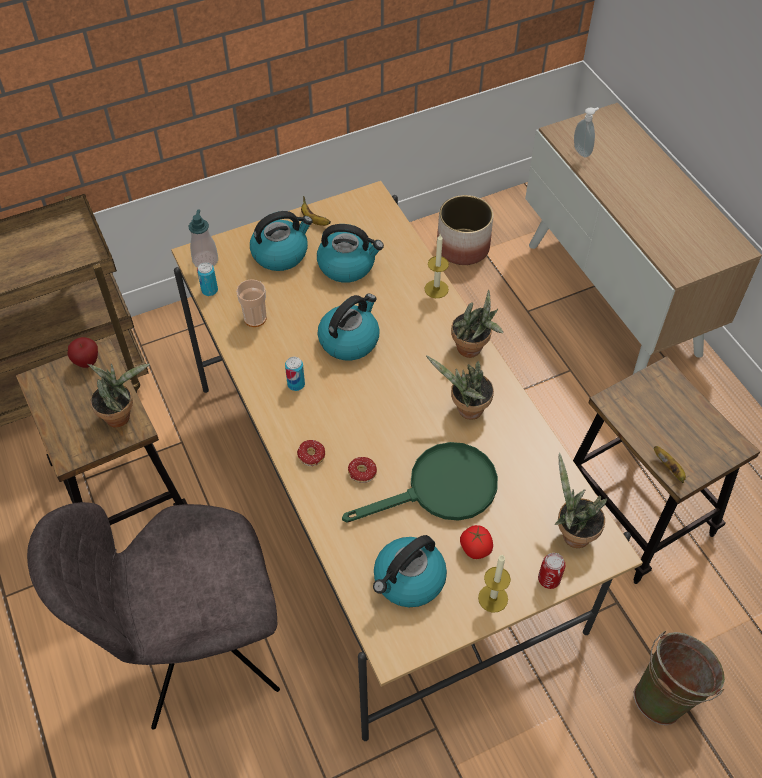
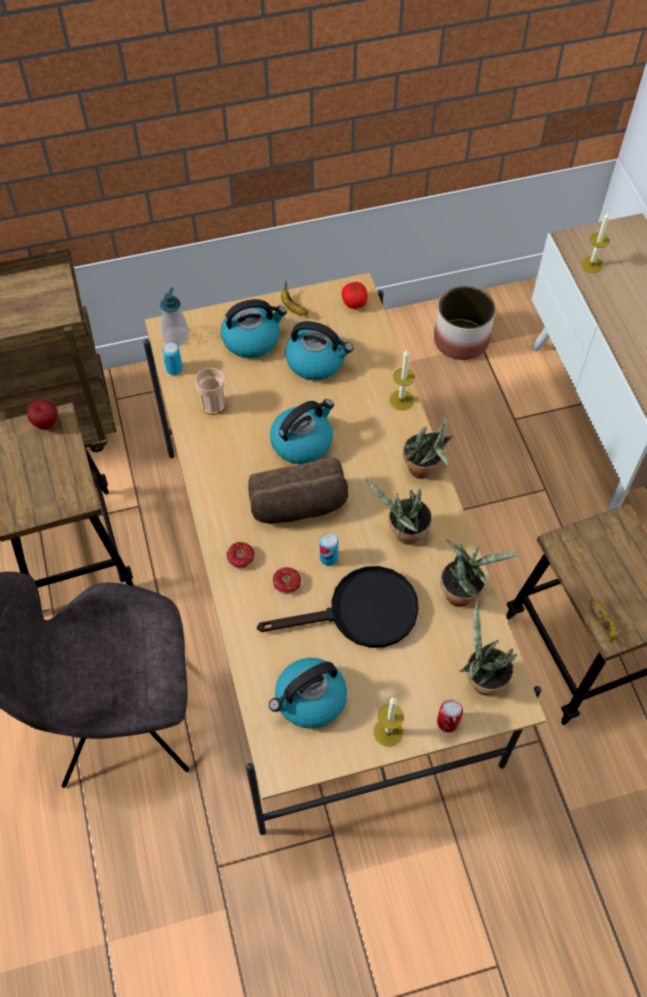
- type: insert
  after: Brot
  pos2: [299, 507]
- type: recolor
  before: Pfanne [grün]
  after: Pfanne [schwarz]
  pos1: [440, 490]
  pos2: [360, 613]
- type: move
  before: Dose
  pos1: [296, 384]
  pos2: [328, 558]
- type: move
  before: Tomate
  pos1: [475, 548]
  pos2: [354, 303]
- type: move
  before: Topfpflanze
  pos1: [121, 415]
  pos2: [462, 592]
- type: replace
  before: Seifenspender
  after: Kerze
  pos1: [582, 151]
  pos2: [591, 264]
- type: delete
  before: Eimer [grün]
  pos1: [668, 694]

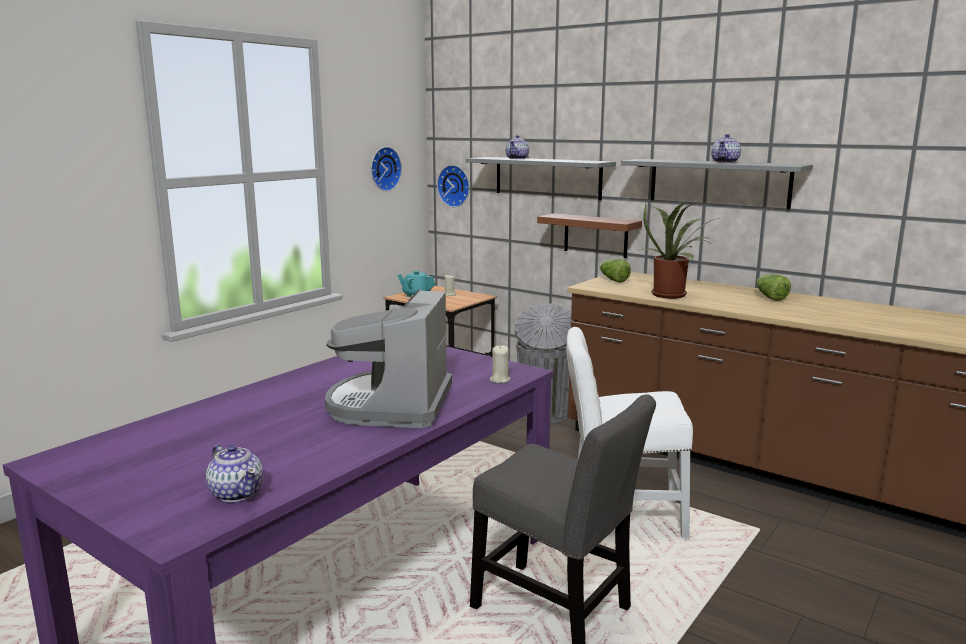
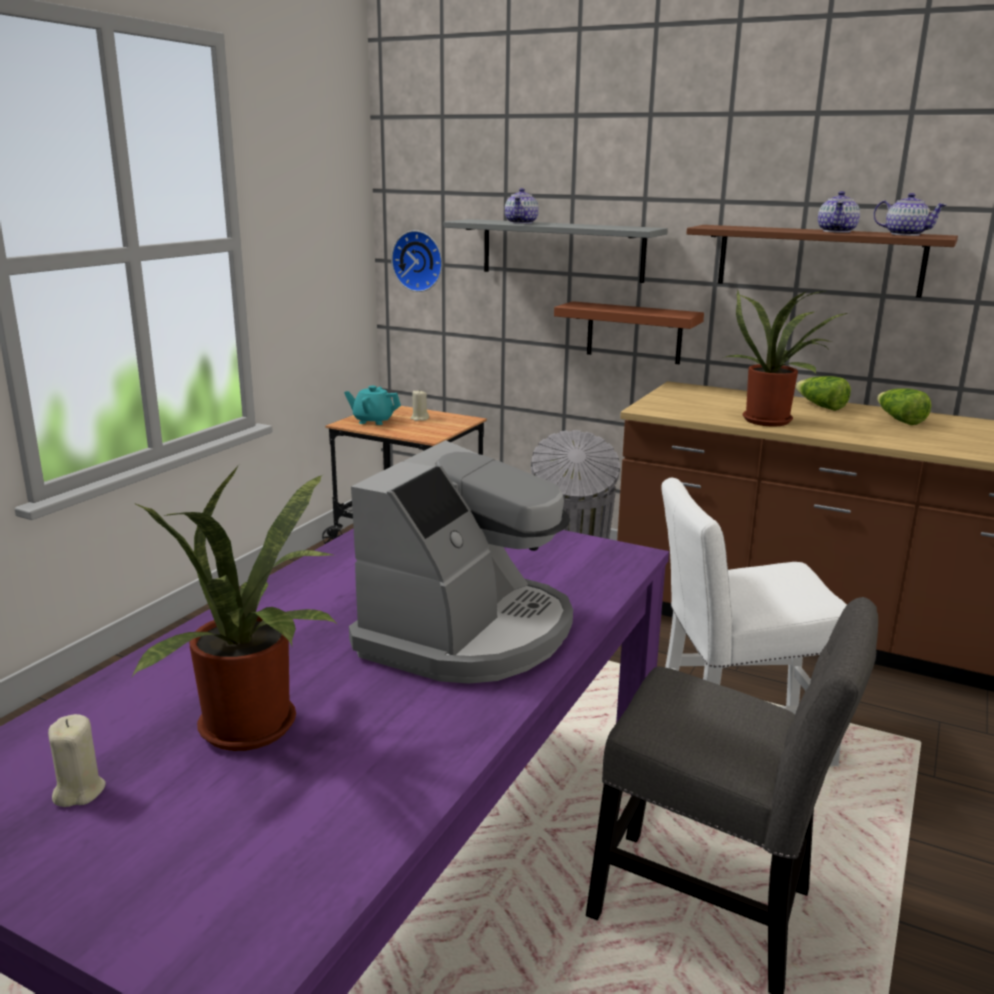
- type: move
  before: Kerze [beige]
  pos1: [499, 380]
  pos2: [79, 791]
- type: insert
  after: Topfpflanze
  pos2: [256, 730]
- type: rotate
  before: Kaffeemaschine
  pos1: [391, 405]
  pos2: [468, 633]
  turn: -150
- type: recolor
  before: Wandregal [grau]
  after: Wandregal [braun]
  pos1: [718, 183]
  pos2: [819, 260]
- type: move
  before: Salatkopf
  pos1: [613, 280]
  pos2: [820, 406]
- type: move
  before: Teekanne
  pos1: [237, 493]
  pos2: [905, 234]
- type: delete
  before: Wanduhr
  pos1: [383, 168]

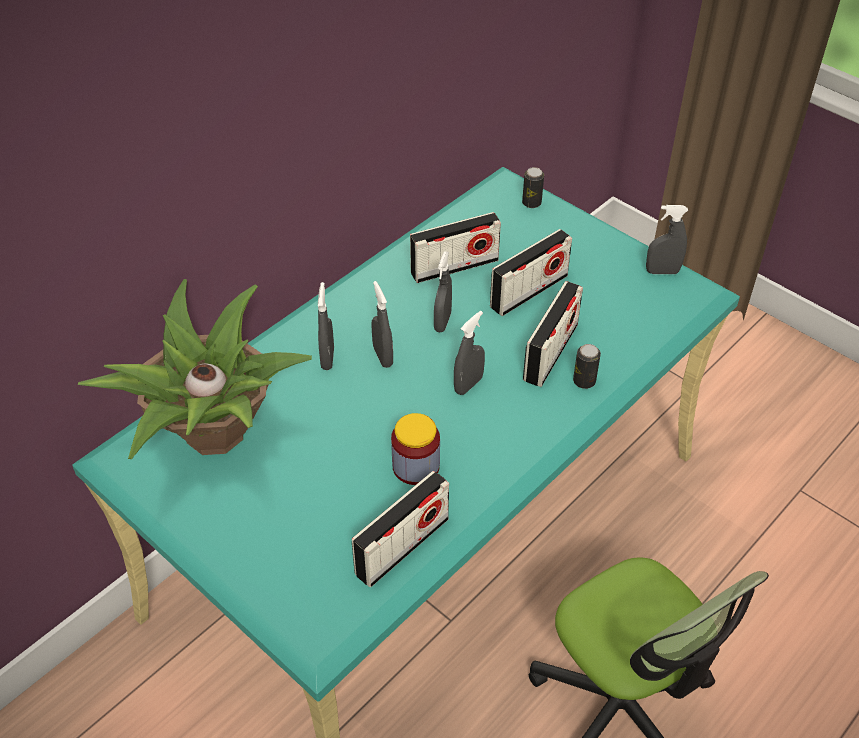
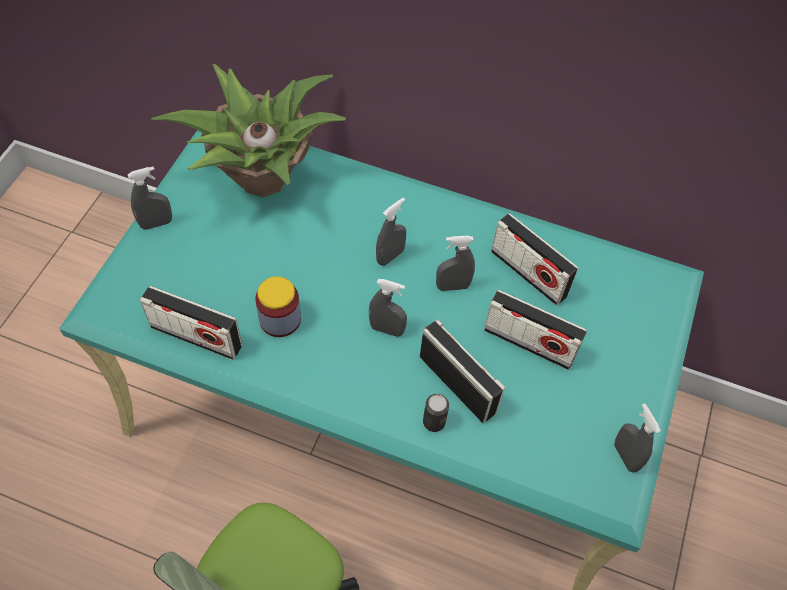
- type: move
  before: Sprühflasche [grau]
  pos1: [327, 358]
  pos2: [156, 223]
- type: rotate
  before: Radio
  pos1: [550, 352]
  pos2: [457, 383]
  turn: -135
- type: delete
  before: Dose
  pos1: [531, 203]

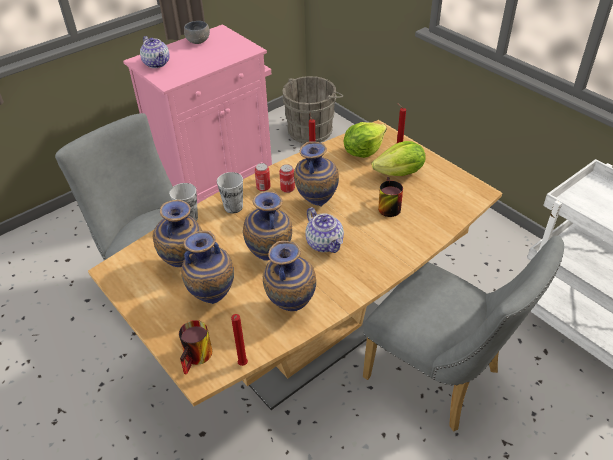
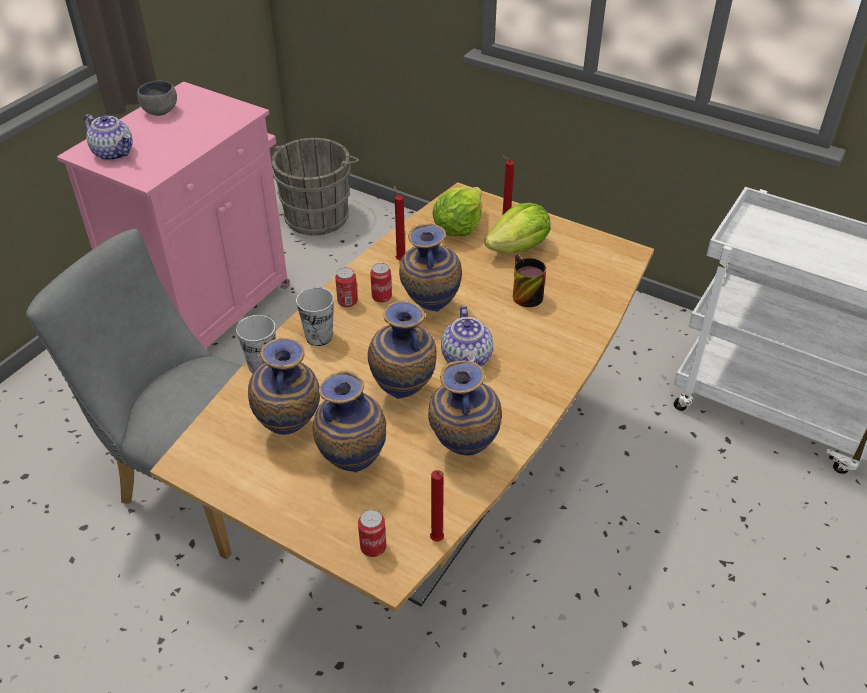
- type: replace
  before: Henkelbecher
  after: Dose
  pos1: [198, 358]
  pos2: [373, 547]
- type: rotate
  before: Teekanne
  pos1: [325, 243]
  pos2: [467, 359]
  turn: 45
- type: delete
  before: Stuhl [grau]
  pos1: [440, 378]

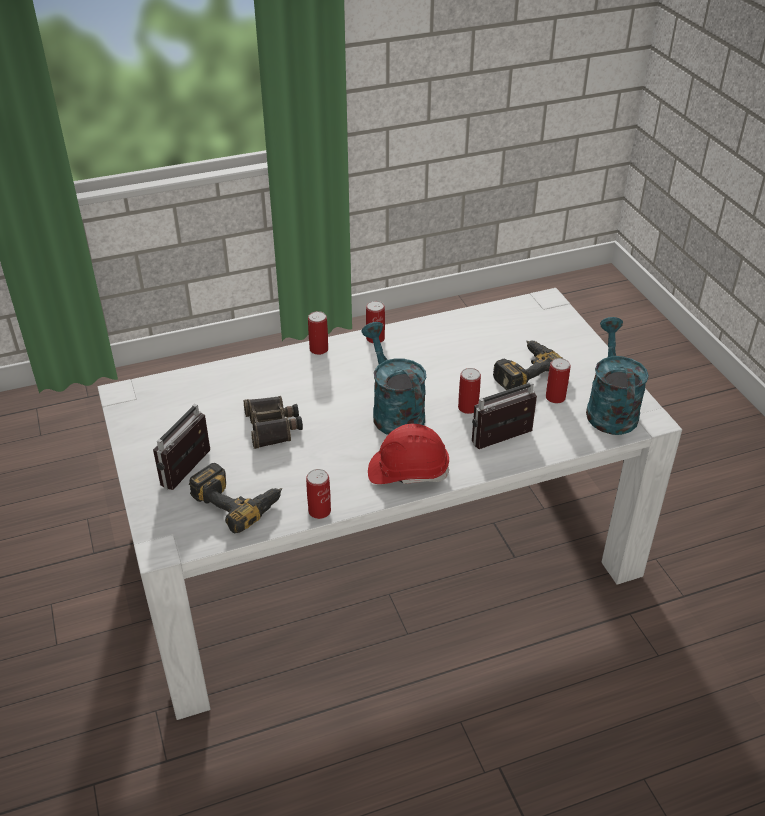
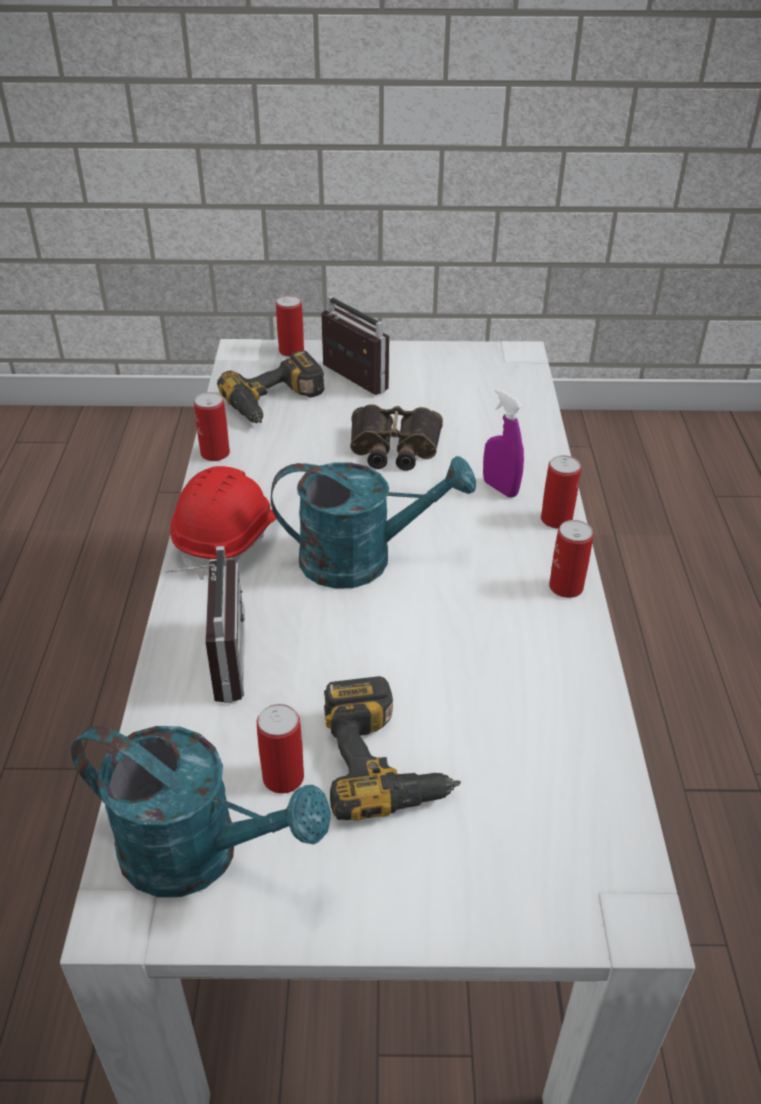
- type: move
  before: Dose
  pos1: [468, 407]
  pos2: [291, 351]
- type: insert
  after: Sprühflasche [lila]
  pos2: [500, 488]

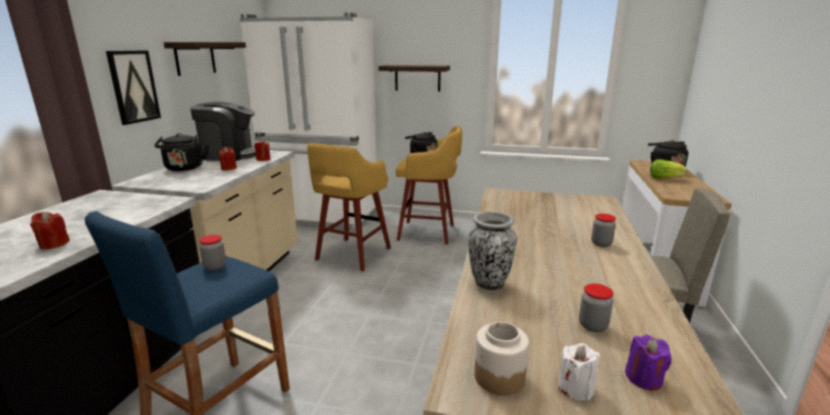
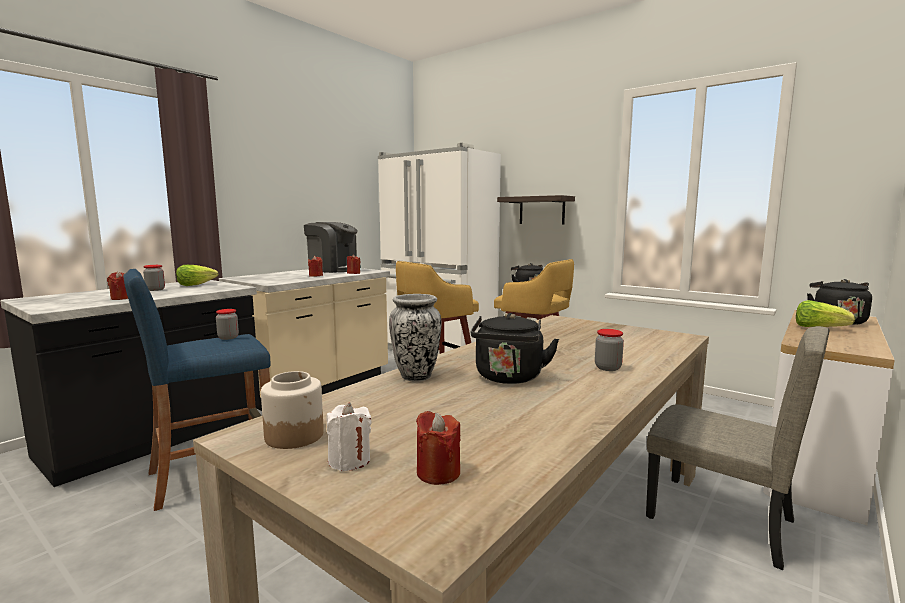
- type: move
  before: Vorratsglas
  pos1: [593, 326]
  pos2: [155, 290]
- type: insert
  after: Salatkopf
  pos2: [196, 285]
- type: recolor
  before: Kerze [lila]
  after: Kerze [rot]
  pos1: [644, 378]
  pos2: [438, 473]
- type: move
  before: Wasserkessel [schwarz]
  pos1: [184, 169]
  pos2: [509, 378]
- type: delete
  before: Bild
  pos1: [133, 86]
- type: delete
  before: Wandregal
  pos1: [195, 58]

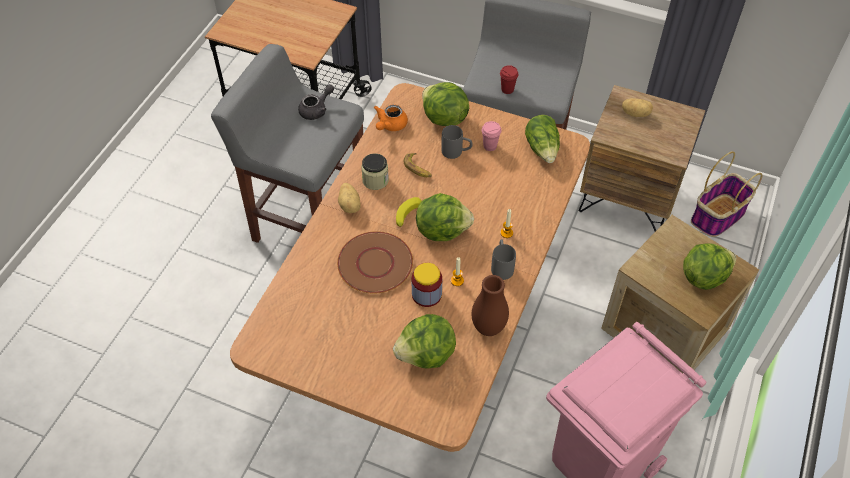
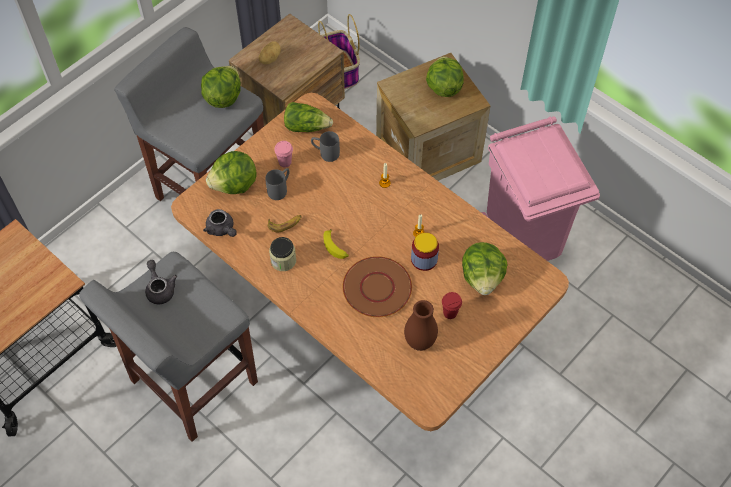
- type: move
  before: Salatkopf
  pos1: [442, 230]
  pos2: [223, 97]
- type: recolor
  before: Teekanne [orange]
  after: Teekanne [grau]
  pos1: [390, 125]
  pos2: [222, 229]
- type: move
  before: Henkelbecher [grau]
  pos1: [501, 266]
  pos2: [325, 153]
- type: move
  before: Vase [braun]
  pos1: [488, 328]
  pos2: [419, 342]
- type: move
  before: Tasse [rot]
  pos1: [507, 89]
  pos2: [450, 313]
- type: delete
  before: Kartoffel
  pos1: [350, 205]

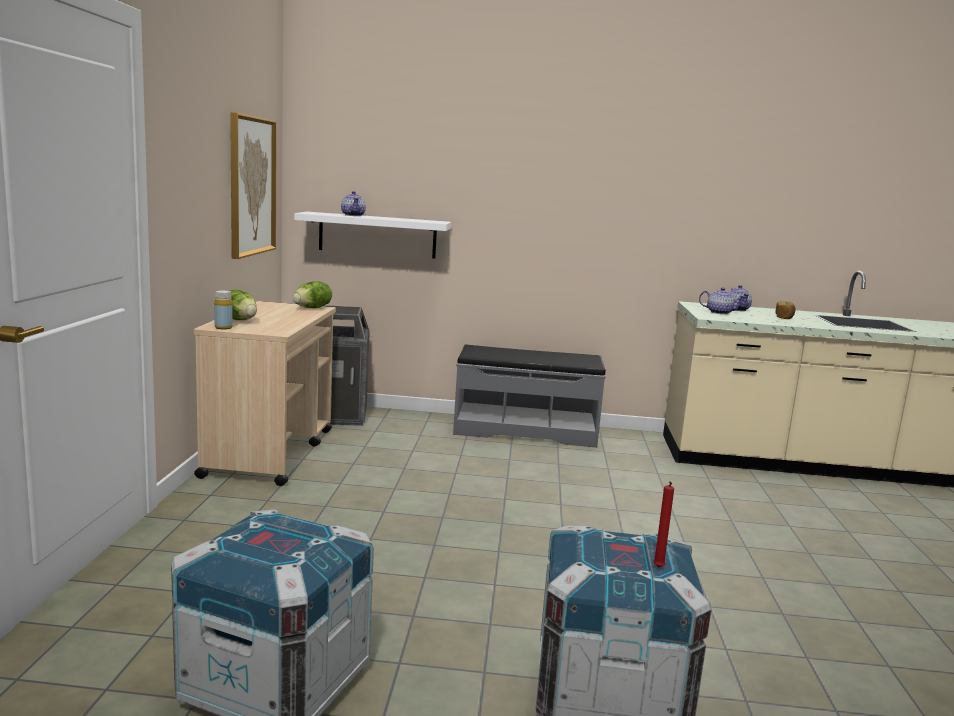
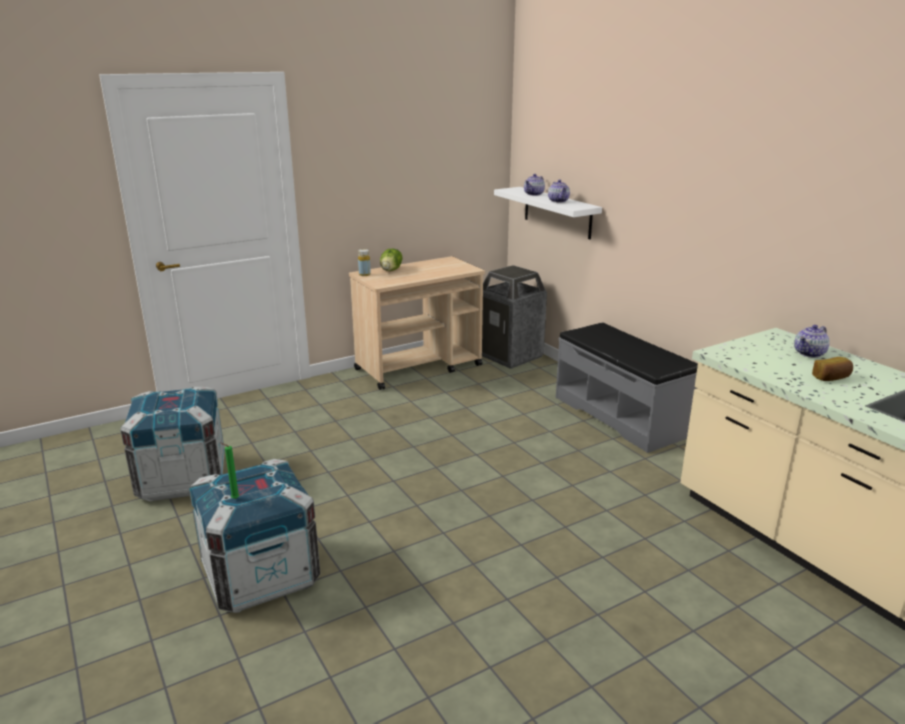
- type: recolor
  before: Kerze [rot]
  after: Kerze [grün]
  pos1: [658, 568]
  pos2: [234, 499]
- type: move
  before: Teekanne
  pos1: [719, 312]
  pos2: [558, 201]
- type: delete
  before: Bild
  pos1: [251, 186]
- type: delete
  before: Salatkopf
  pos1: [313, 308]

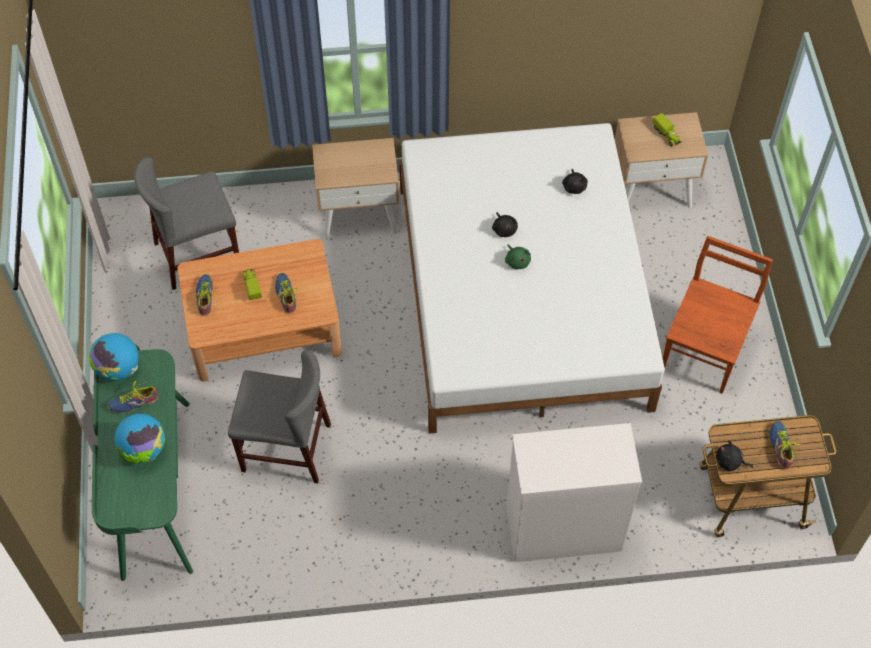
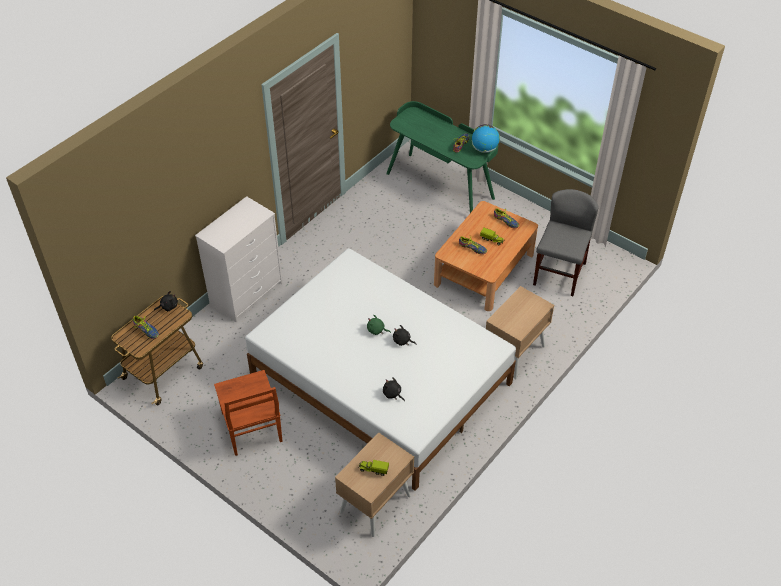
- type: delete
  before: Globus
  pos1: [144, 450]
- type: delete
  before: Stuhl [grau]
  pos1: [286, 448]

